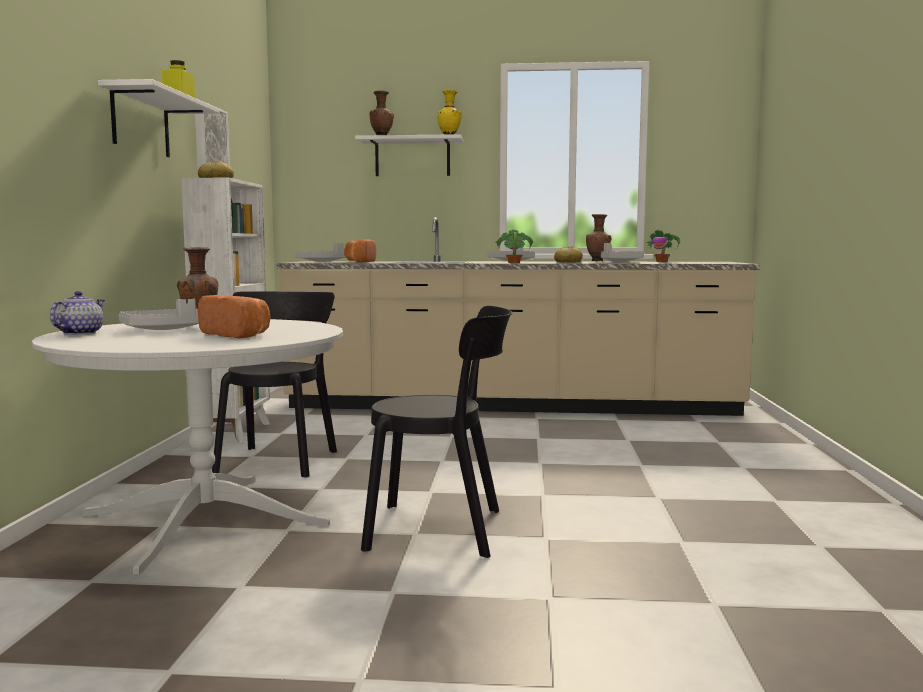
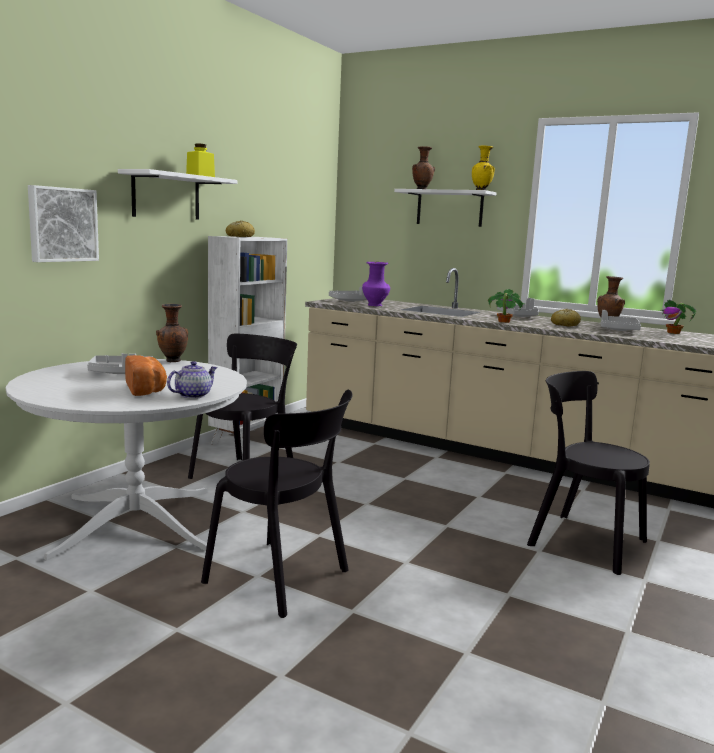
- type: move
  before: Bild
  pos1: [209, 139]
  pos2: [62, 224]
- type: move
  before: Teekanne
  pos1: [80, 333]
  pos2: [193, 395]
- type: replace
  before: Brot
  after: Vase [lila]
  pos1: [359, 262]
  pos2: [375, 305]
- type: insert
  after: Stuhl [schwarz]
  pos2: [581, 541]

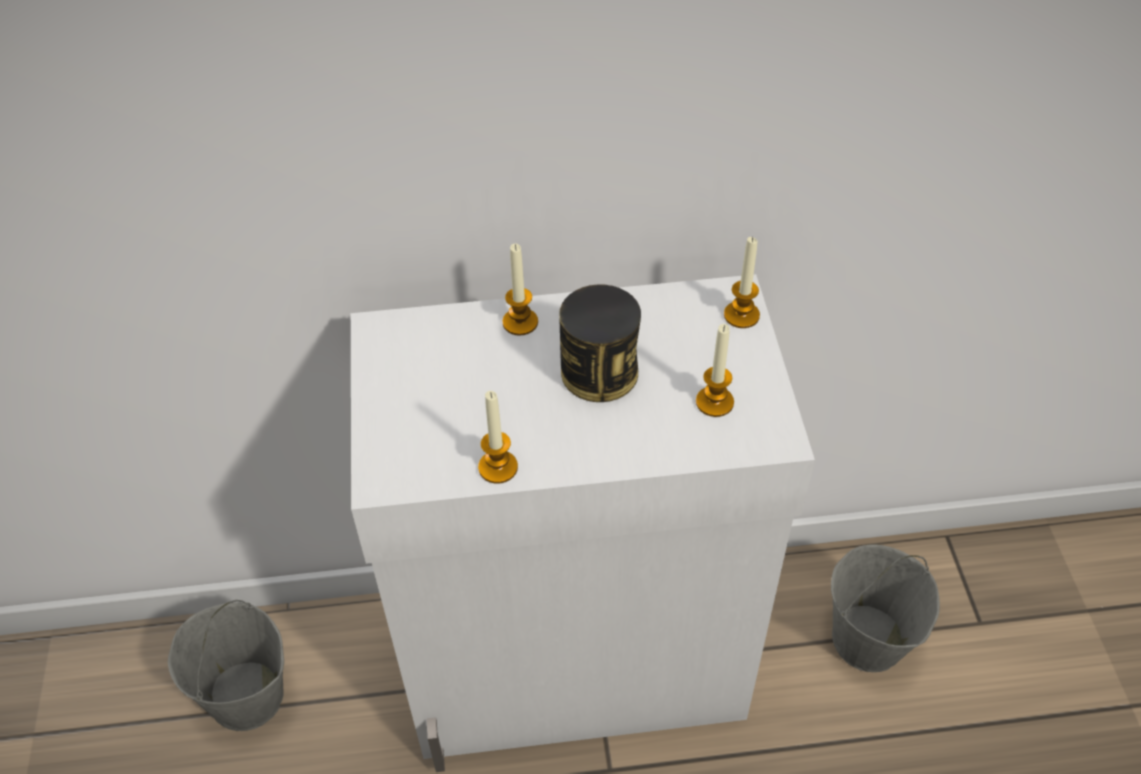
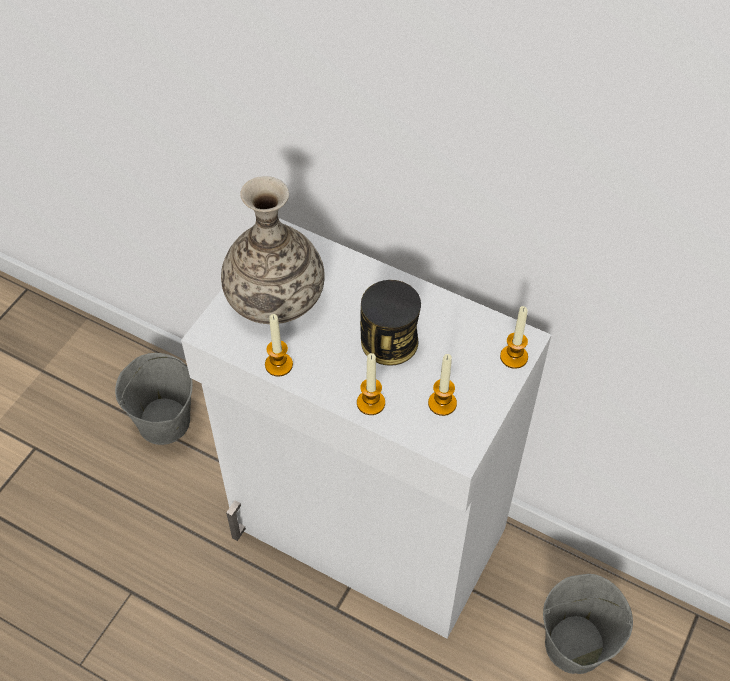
- type: insert
  after: Vase
  pos2: [275, 297]
- type: move
  before: Kerze
  pos1: [520, 322]
  pos2: [371, 403]

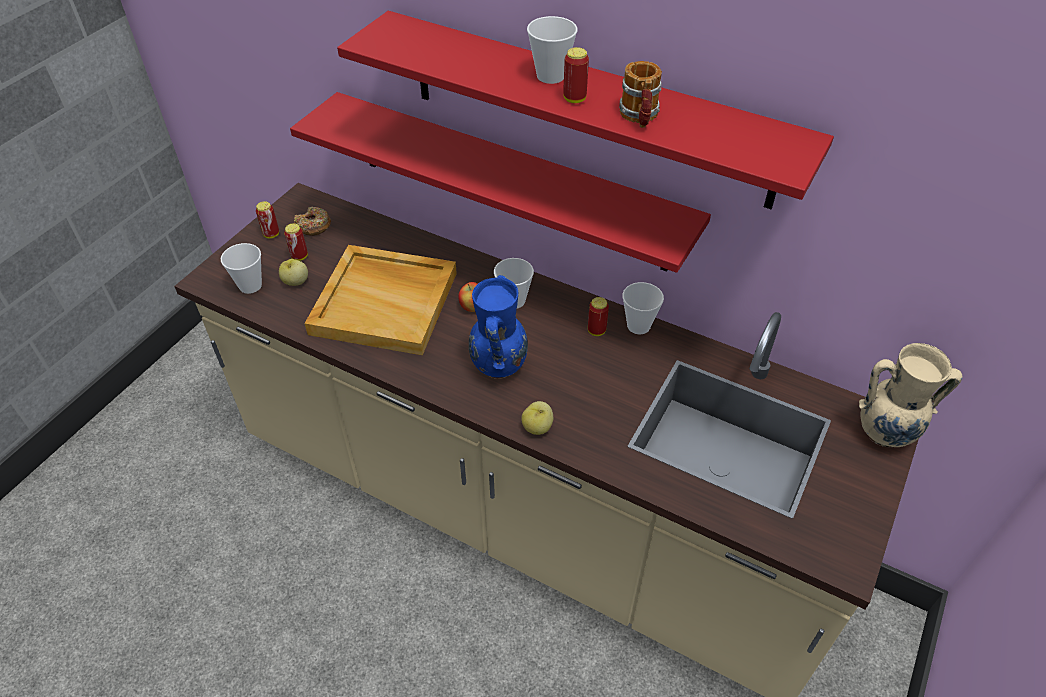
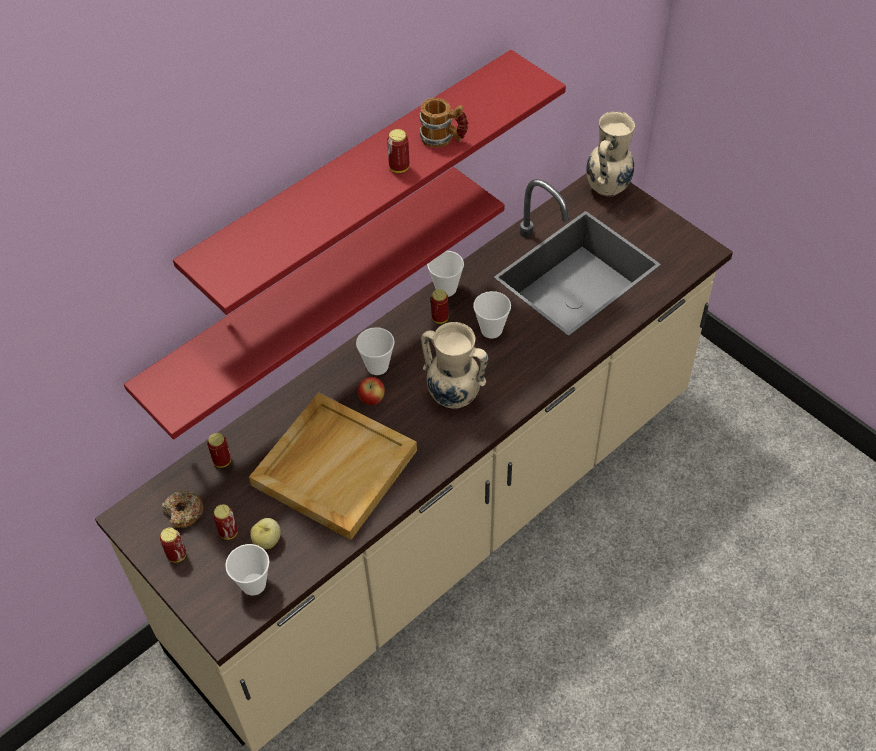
- type: insert
  after: Dose
  pos2: [222, 461]
- type: recolor
  before: Vase [blau]
  after: Vase [beige]
  pos1: [498, 368]
  pos2: [454, 398]
- type: move
  before: Tasse
  pos1: [550, 76]
  pos2: [491, 330]
- type: delete
  before: Apfel
  pos1: [537, 427]

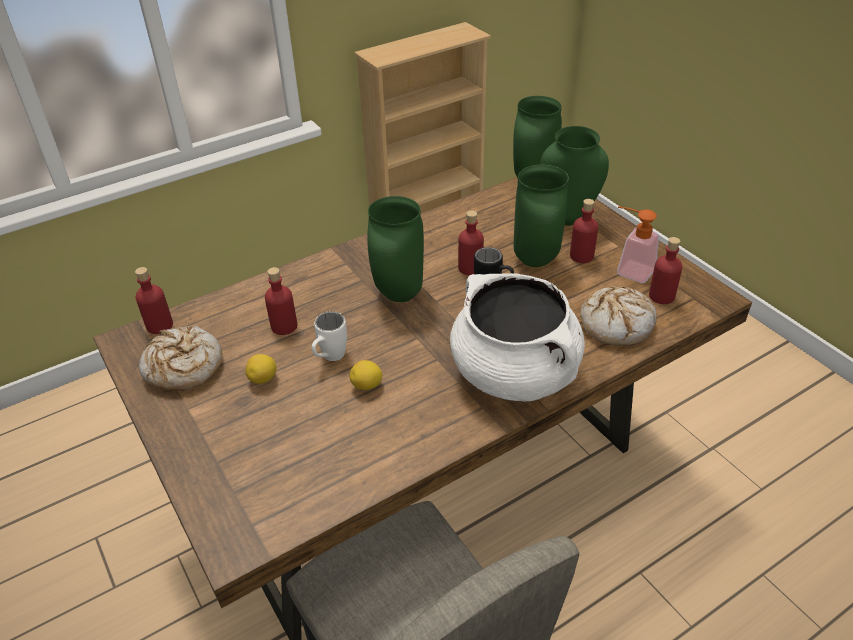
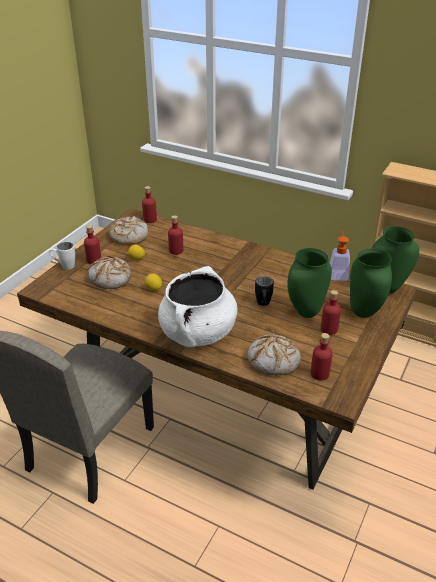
- type: move
  before: Henkelbecher [weiß]
  pos1: [329, 358]
  pos2: [64, 266]
- type: move
  before: Flasche [rot]
  pos1: [470, 268]
  pos2: [94, 260]
- type: insert
  after: Brot
  pos2: [110, 278]
- type: move
  before: Seifenspender
  pos1: [629, 270]
  pos2: [337, 273]
- type: delete
  before: Vase [grün]
  pos1: [397, 294]

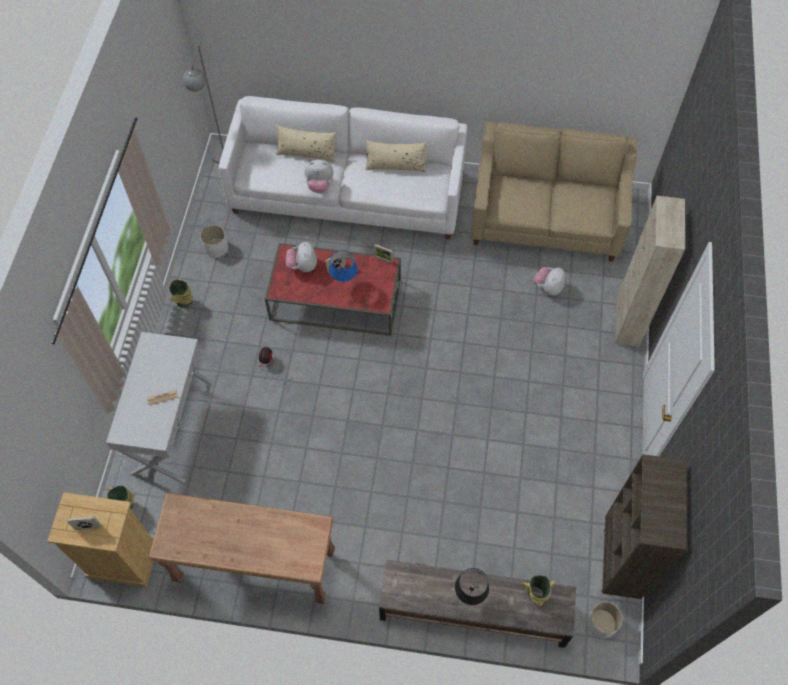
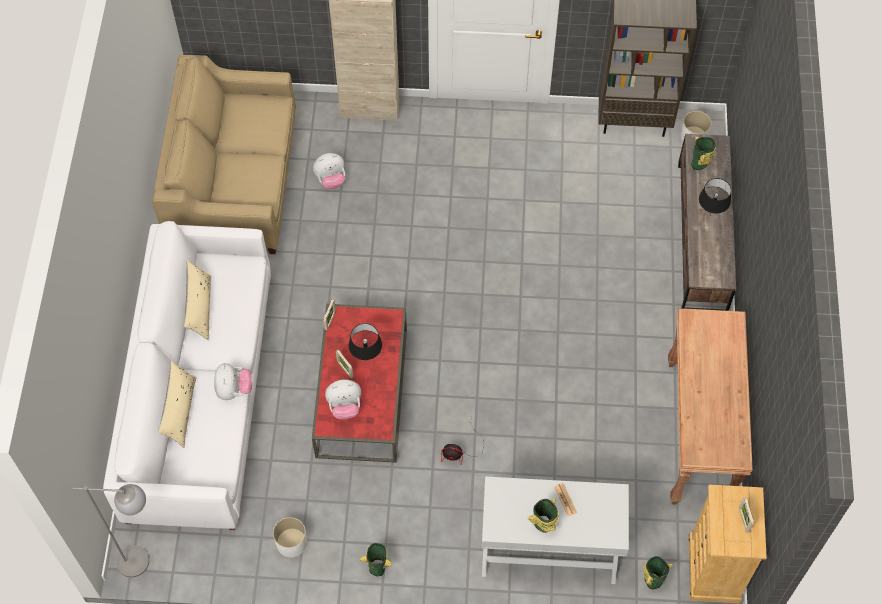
- type: rotate
  before: Plüschtier
  pos1: [548, 287]
  pos2: [331, 180]
  turn: -45
- type: recolor
  before: Tischlampe [blau]
  after: Tischlampe [schwarz]
  pos1: [344, 283]
  pos2: [367, 358]
- type: insert
  after: Vase
  pos2: [543, 525]

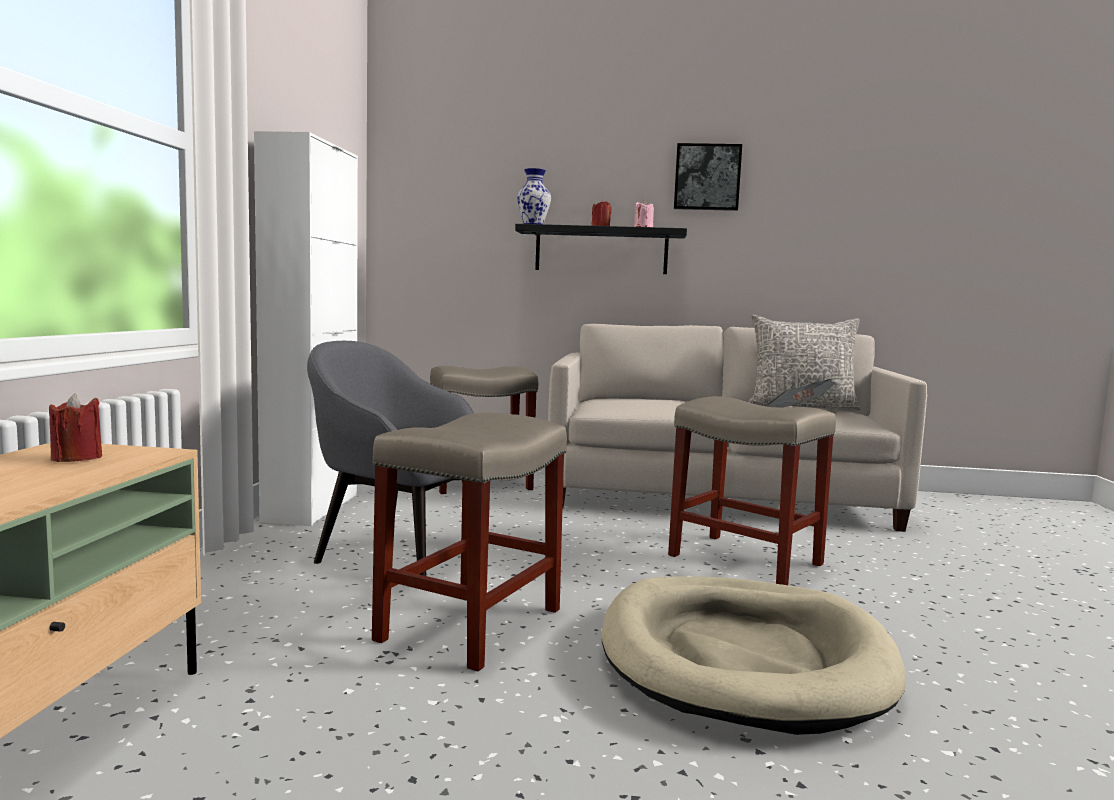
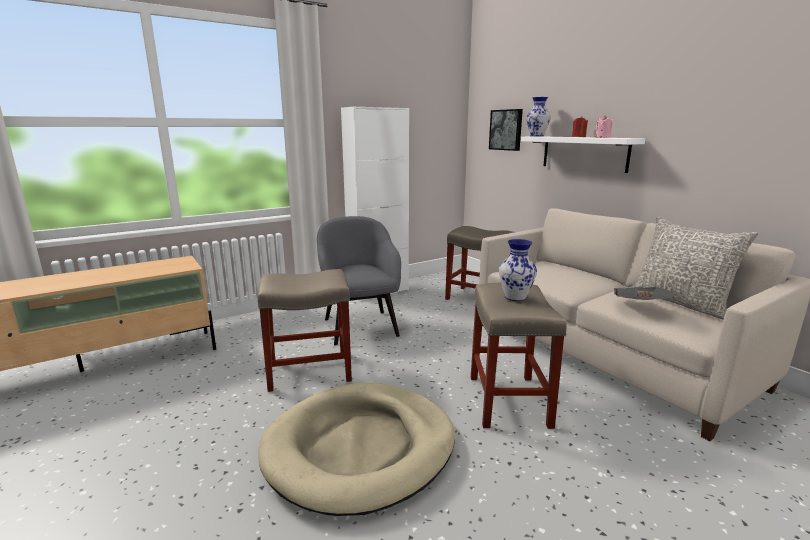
- type: move
  before: Bild
  pos1: [707, 177]
  pos2: [506, 130]
- type: insert
  after: Vase
  pos2: [514, 297]
- type: recolor
  before: Wandregal [schwarz]
  after: Wandregal [weiß]
  pos1: [601, 250]
  pos2: [584, 153]
- type: delete
  before: Kerze [rot]
  pos1: [77, 458]

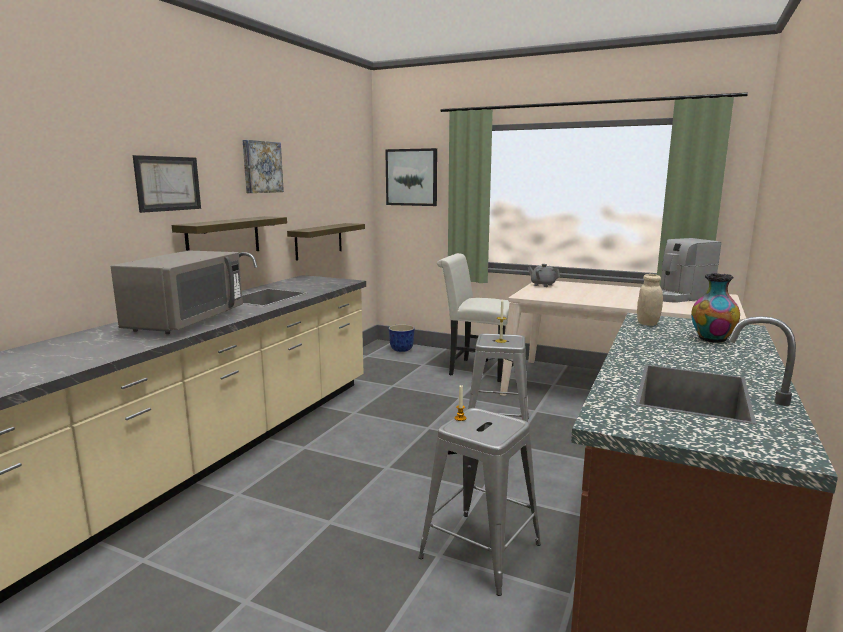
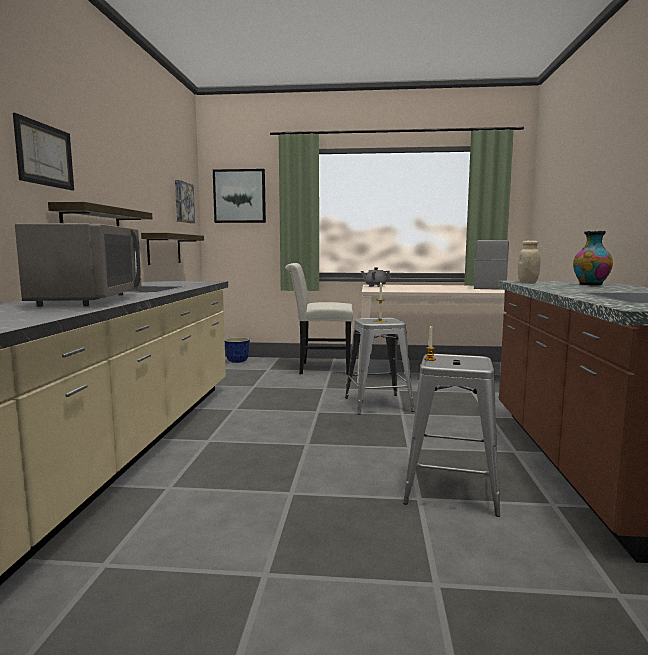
- type: move
  before: Bild
  pos1: [261, 167]
  pos2: [183, 202]
- type: rotate
  before: Kaffeemaschine
  pos1: [678, 297]
  pos2: [489, 287]
  turn: 150

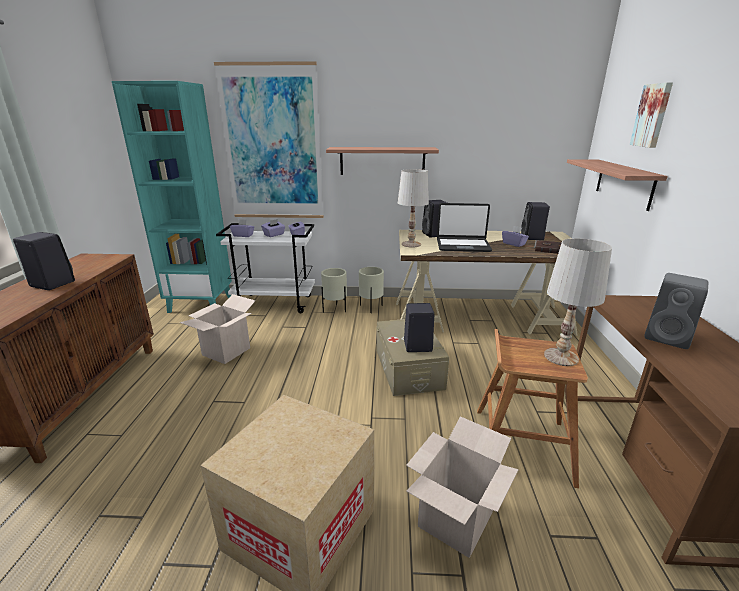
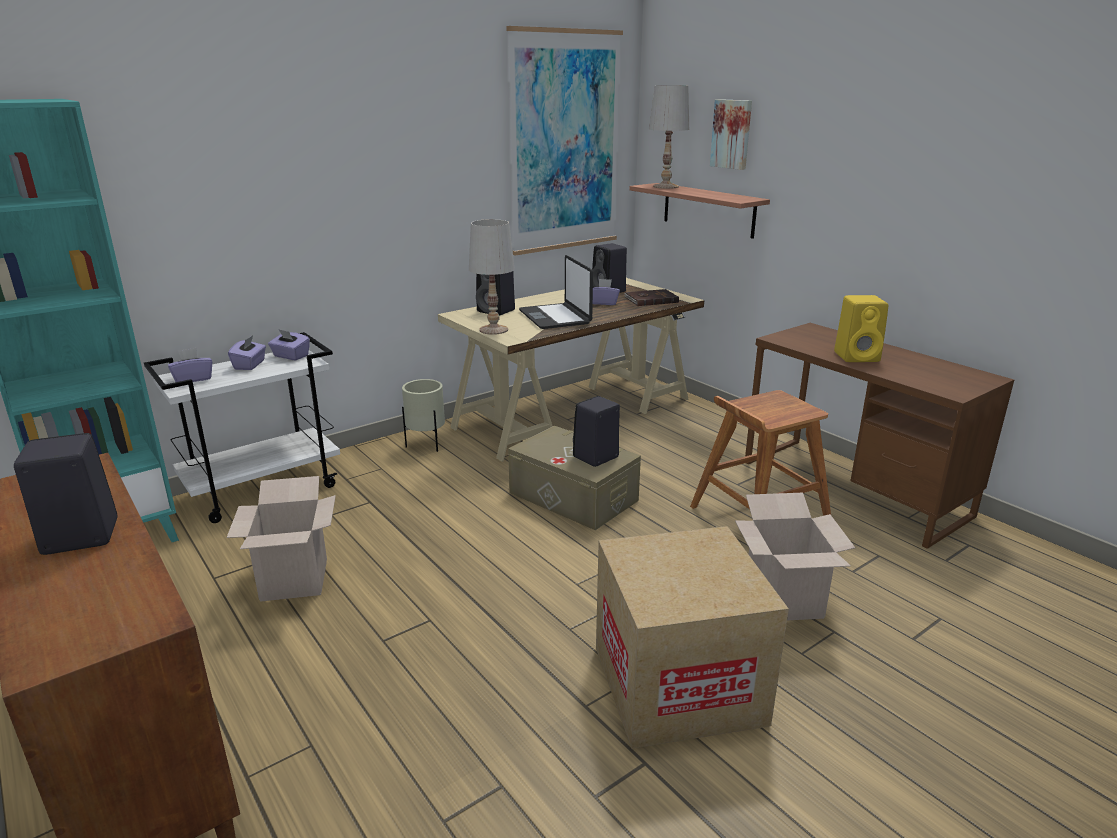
- type: move
  before: Bild
  pos1: [273, 144]
  pos2: [565, 143]
- type: rotate
  before: Laptop
  pos1: [463, 245]
  pos2: [555, 317]
  turn: 105
- type: move
  before: Tischlampe [weiß]
  pos1: [560, 357]
  pos2: [665, 186]
- type: recolor
  before: Lautsprecher [grau]
  after: Lautsprecher [gelb]
  pos1: [668, 338]
  pos2: [858, 357]
- type: delete
  before: Pflanzkübel [beige]
  pos1: [335, 309]
- type: delete
  before: Wandregal
  pos1: [382, 161]

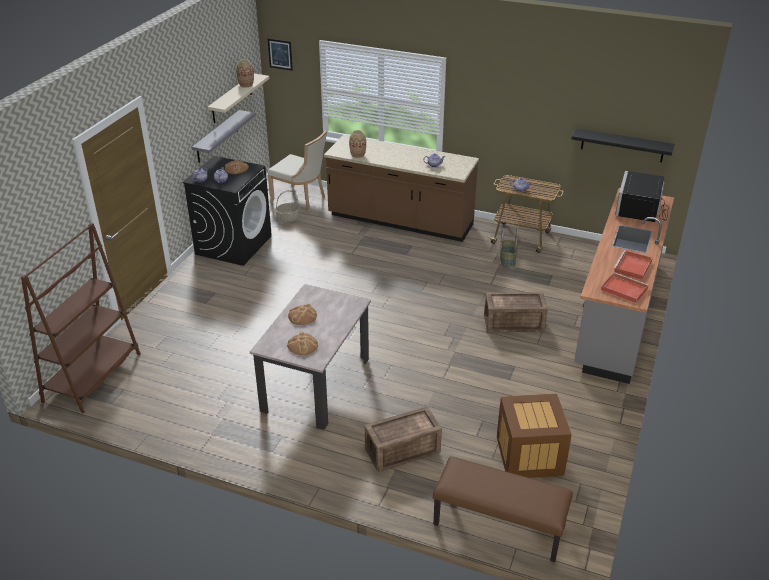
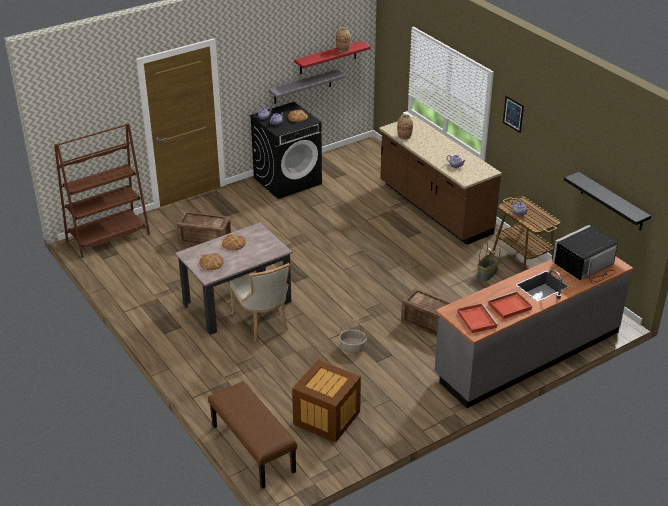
- type: move
  before: Kiste
  pos1: [401, 450]
  pos2: [204, 239]
- type: move
  before: Stuhl [beige]
  pos1: [301, 199]
  pos2: [262, 323]
- type: recolor
  before: Wandregal [beige]
  after: Wandregal [rot]
  pos1: [232, 98]
  pos2: [328, 58]
- type: move
  before: Korb
  pos1: [288, 218]
  pos2: [352, 347]
- type: move
  before: Bild
  pos1: [280, 54]
  pos2: [513, 114]

